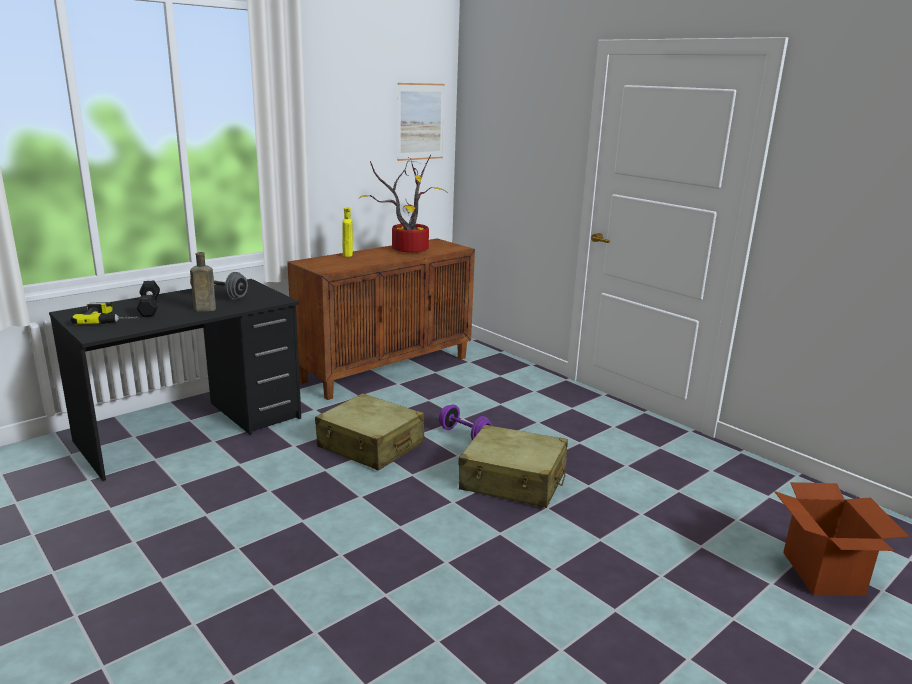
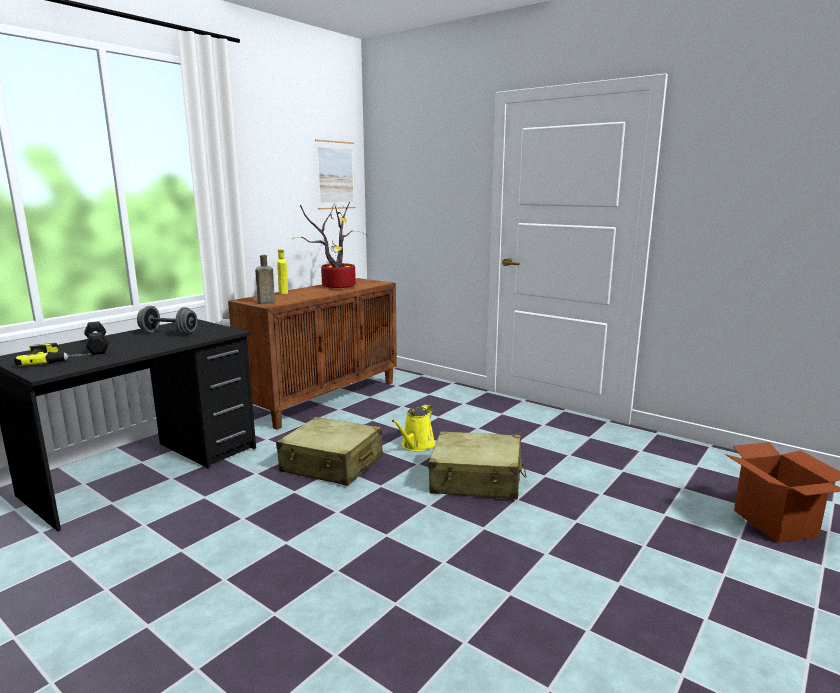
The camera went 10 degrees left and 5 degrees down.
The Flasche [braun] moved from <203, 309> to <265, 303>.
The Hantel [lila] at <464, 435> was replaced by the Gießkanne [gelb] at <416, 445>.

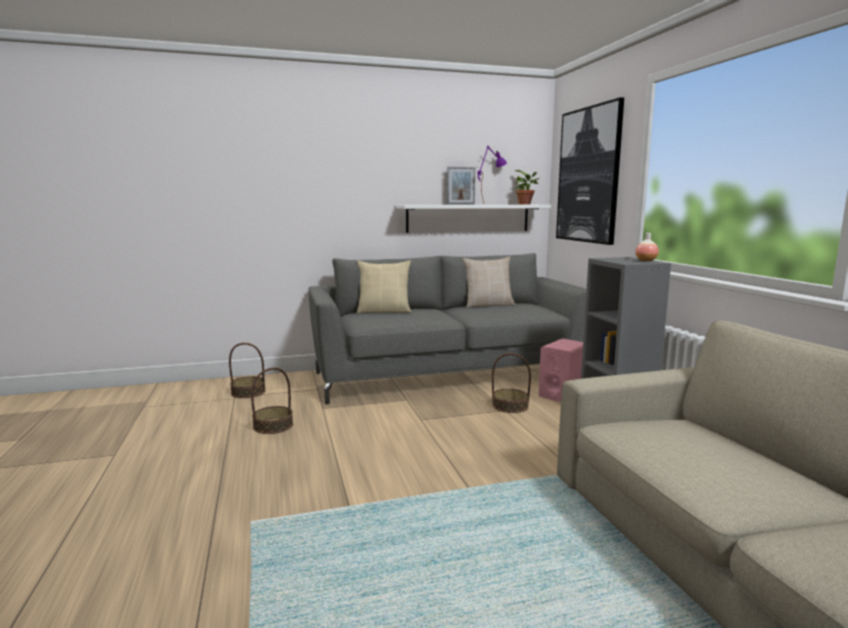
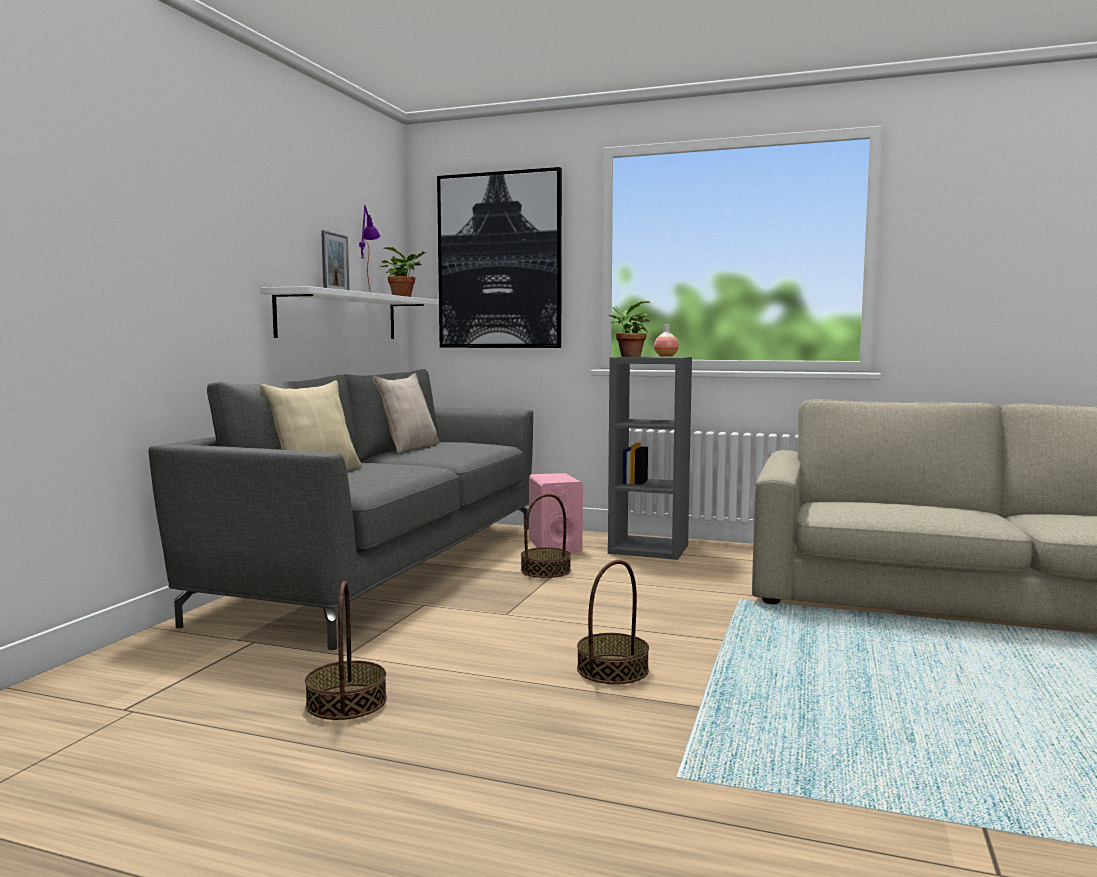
The camera went 55 degrees left and 5 degrees down.
The Topfpflanze at <628, 356> appeared.
The Korb moved from <248, 392> to <612, 669>.

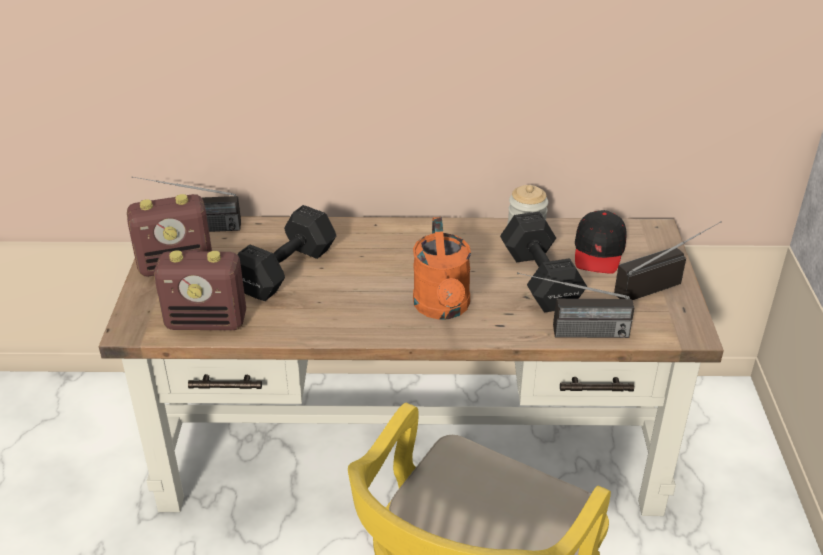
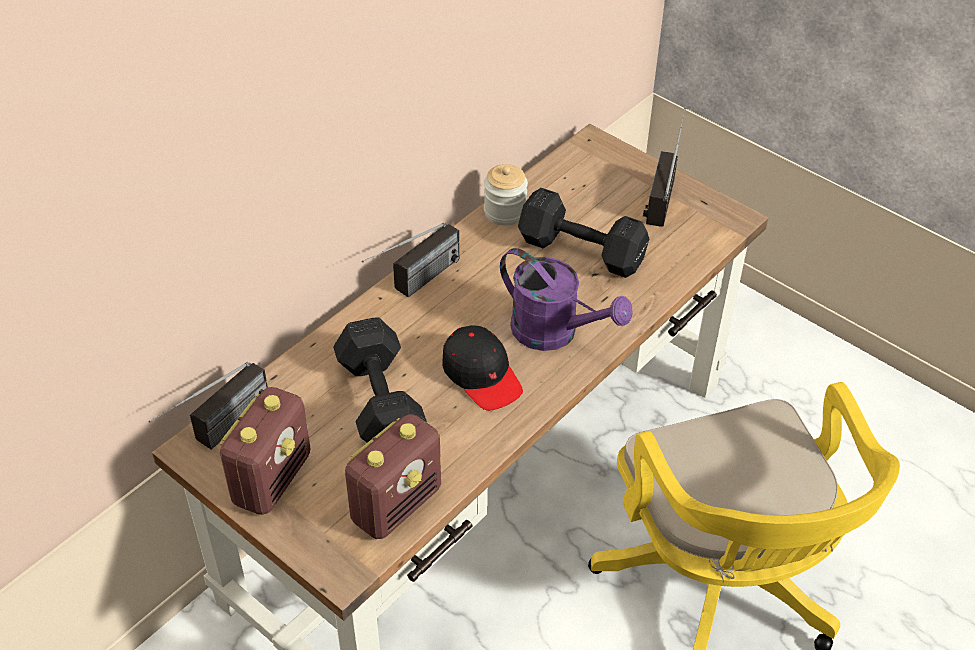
The camera went 50 degrees left and 10 degrees up.
The Radio moved from <570, 333> to <415, 285>.
The Kappe [schwarz] moved from <599, 251> to <482, 375>.
The Gießkanne [orange] at <443, 308> became the Gießkanne [lila] at <555, 333>.

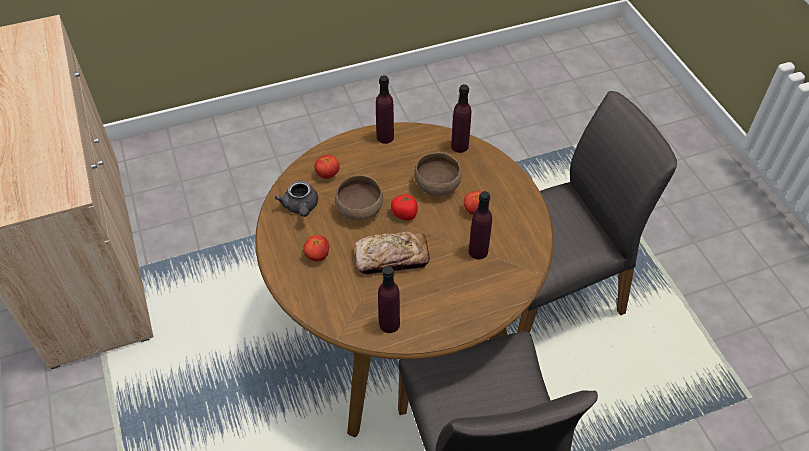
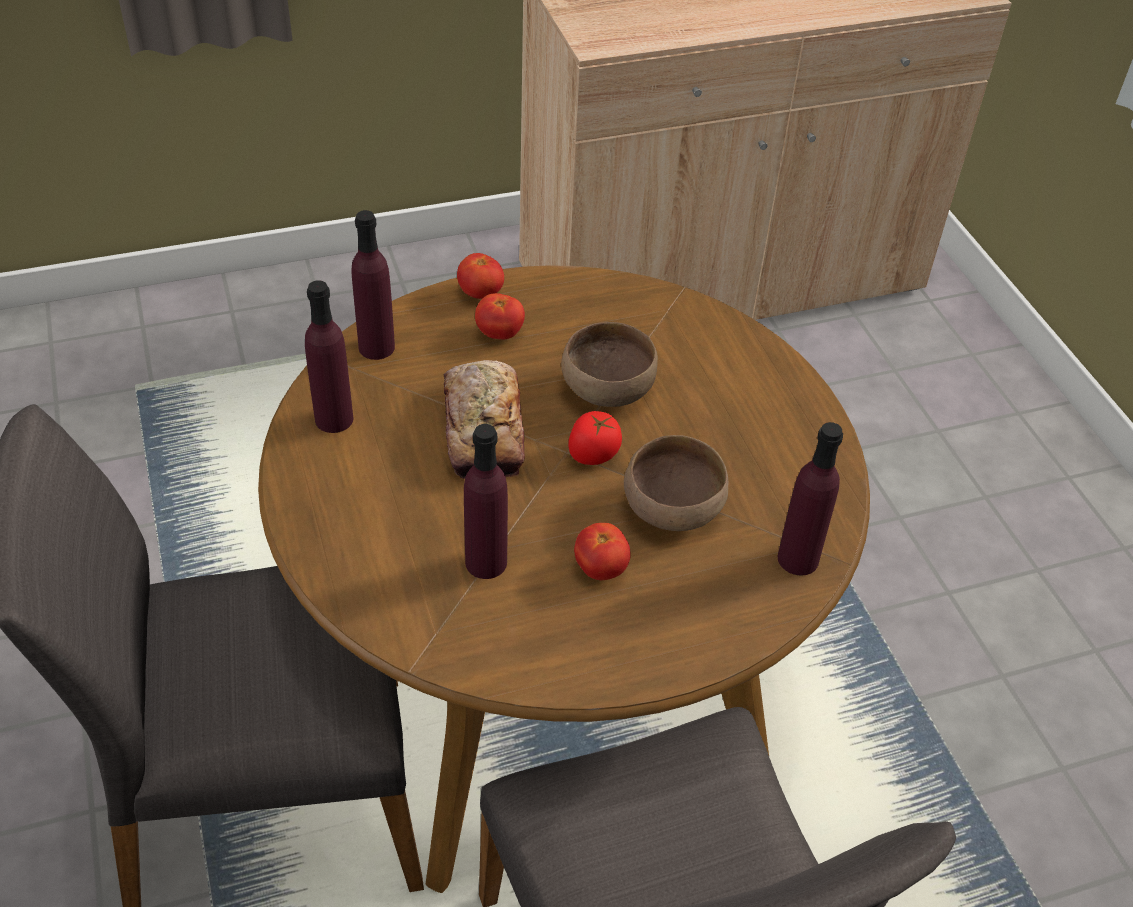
The camera went 90 degrees right and 5 degrees down.
The Teekanne [grau] at <301, 207> disappeared.
The Tomate moved from <327, 174> to <480, 294>.
The Flasche [lila] moved from <385, 137> to <376, 347>.

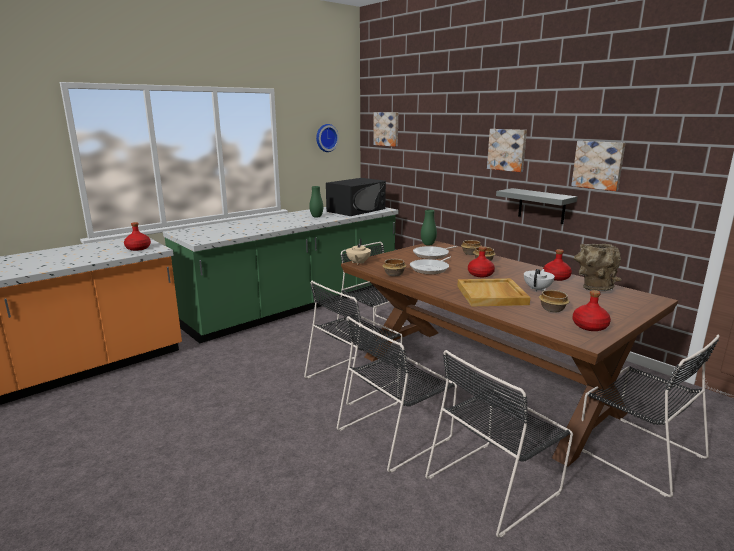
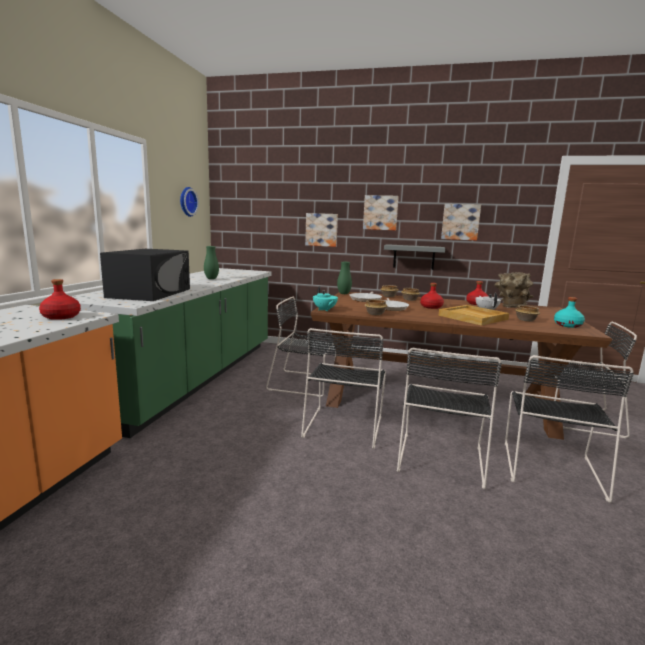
The camera went 35 degrees left and 5 degrees down.
The Mikrowelle [schwarz] moved from <356, 210> to <150, 293>.
The Bild moved from <387, 129> to <321, 229>.
The Teekanne [beige] at <358, 263> became the Teekanne [türkis] at <324, 310>.
The Flasche [rot] at <590, 326> became the Flasche [türkis] at <568, 325>.

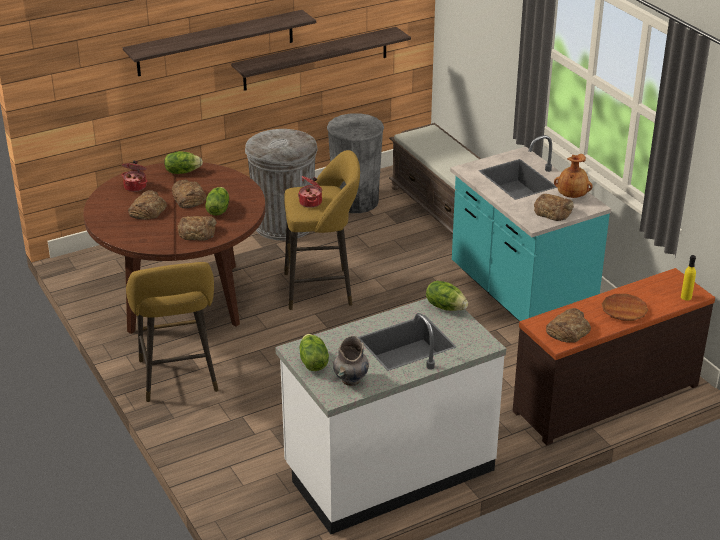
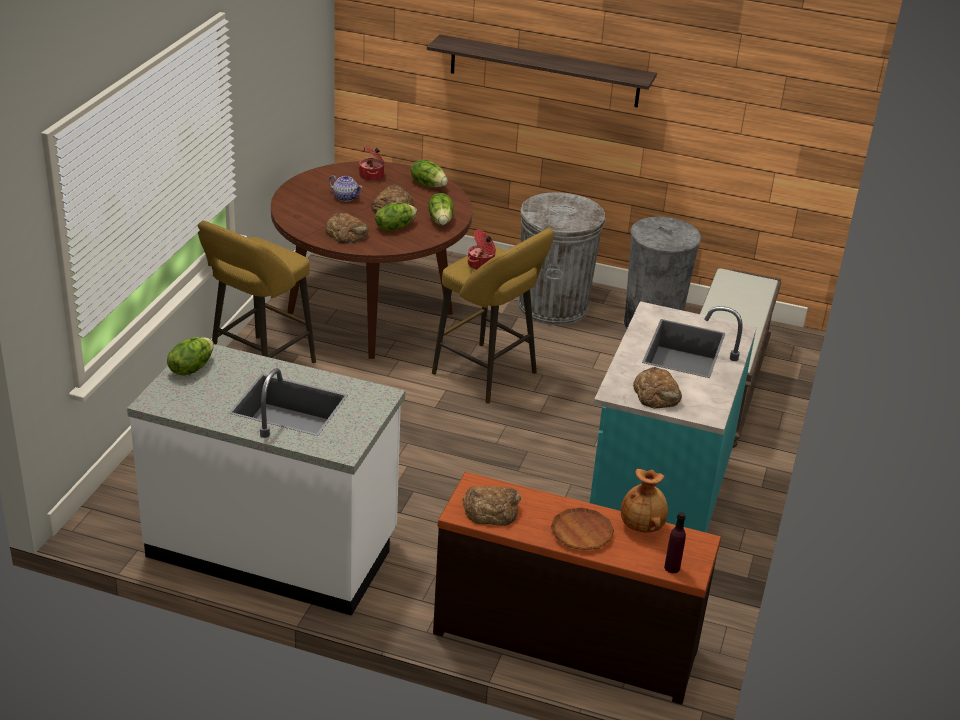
The camera went 45 degrees right and 0 degrees up.
The Wandregal at <316, 58> disappeared.
The Vase [grau] at <350, 380> disappeared.
The Salatkopf moved from <445, 306> to <441, 220>.
The Vase [braun] moved from <572, 195> to <642, 526>.
The Brot at <147, 210> was replaced by the Teekanne at <345, 197>.
The Flasche [gelb] at <686, 297> became the Flasche [lila] at <672, 568>.

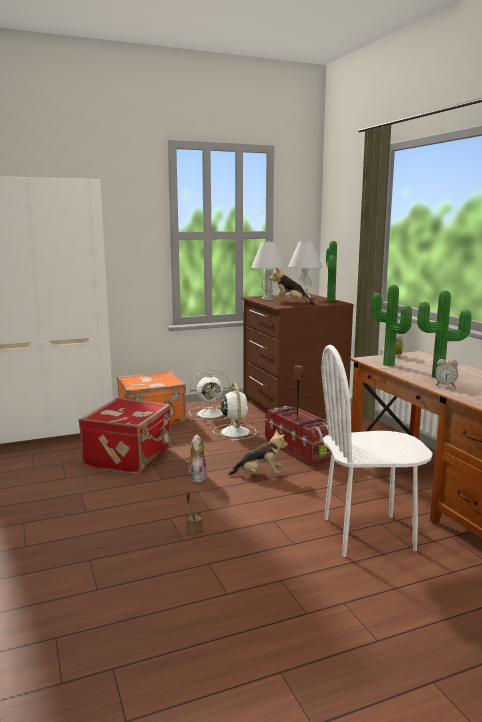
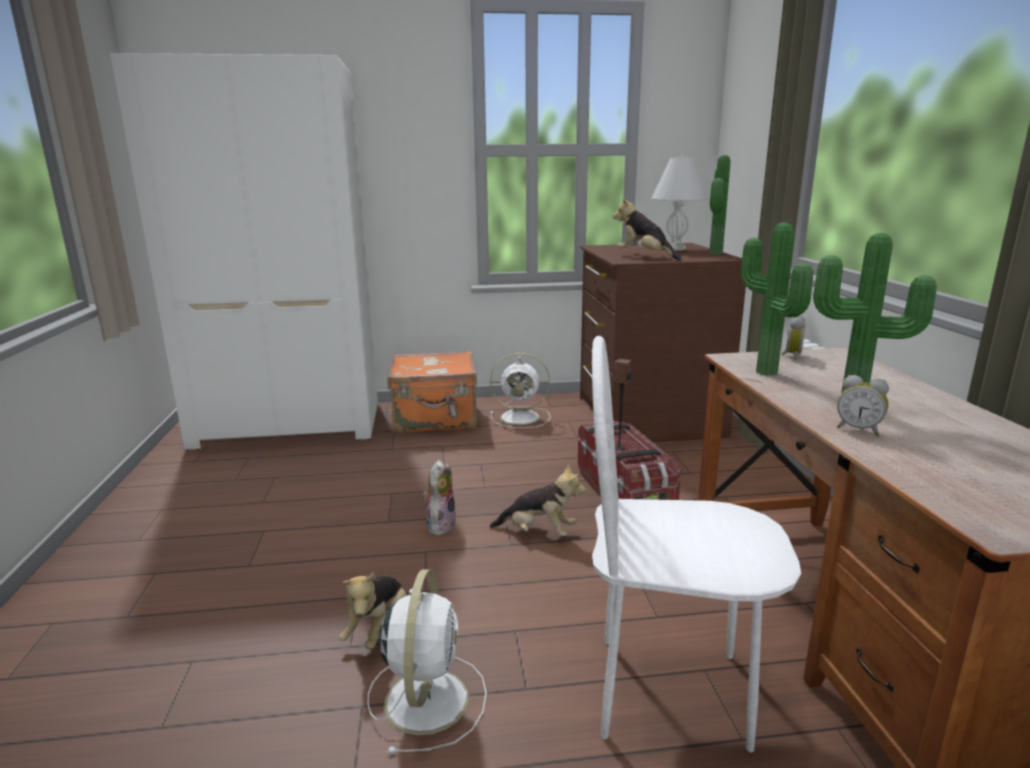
The camera went 15 degrees right and 5 degrees up.
The Koffer [rot] at <130, 457> disappeared.
The Tischlampe [weiß] at <267, 299> disappeared.
The Ventilator [weiß] moved from <235, 431> to <427, 697>.
The Topfpflanze at <193, 530> was replaced by the Plüschtier at <378, 628>.

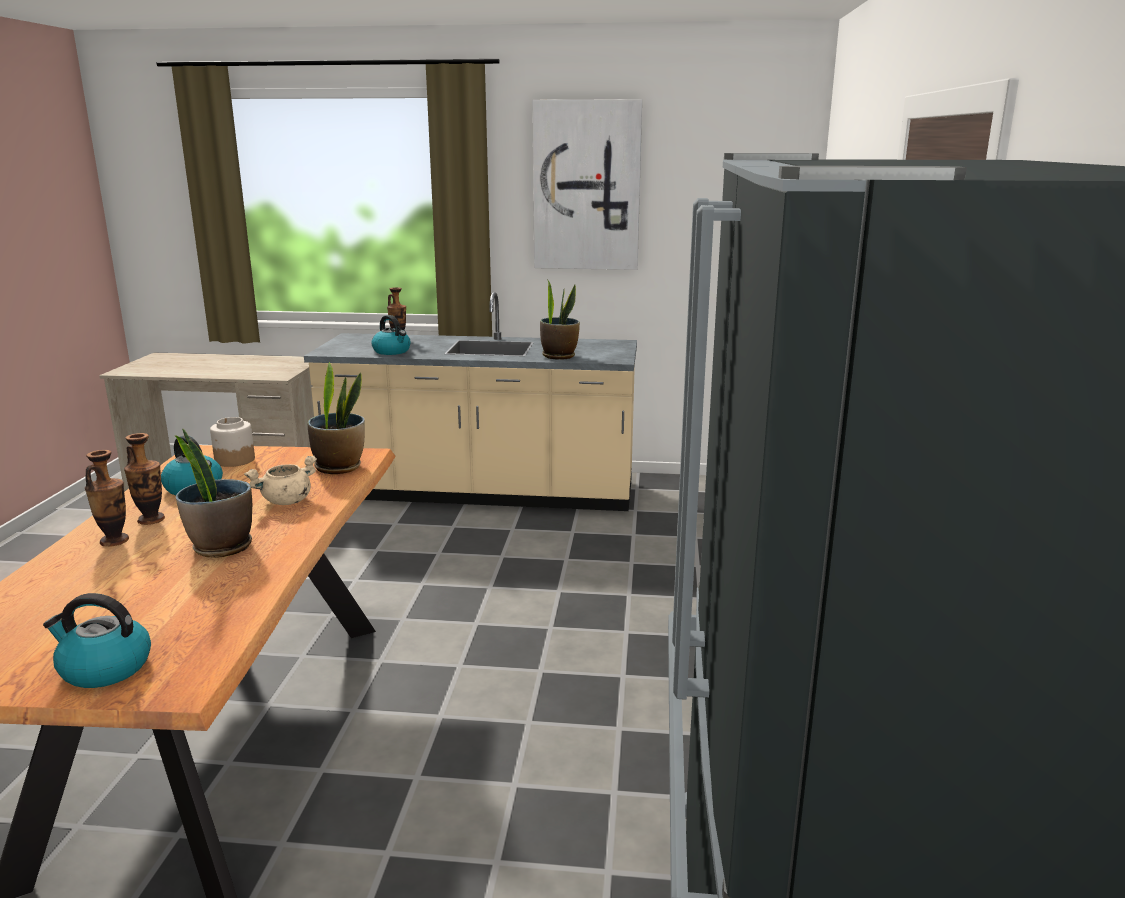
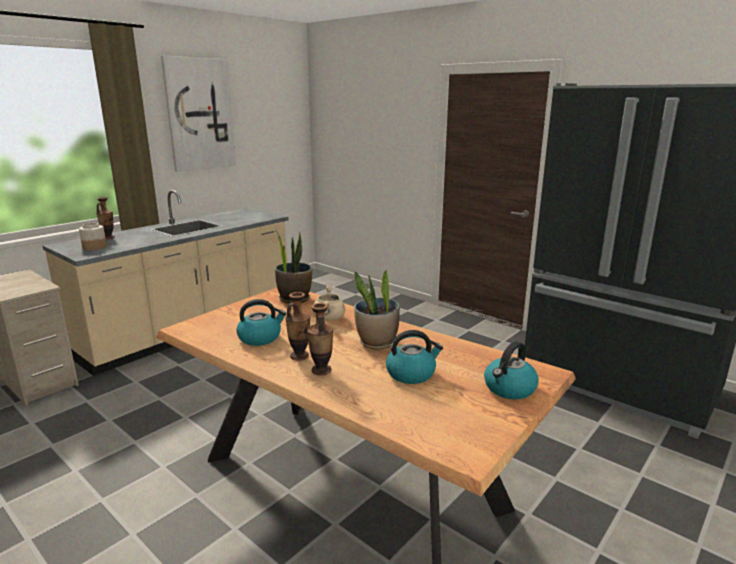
The camera went 55 degrees left and 0 degrees up.
The Topfpflanze at <559, 356> disappeared.
The Vorratsglas moved from <234, 460> to <94, 247>.
The Wasserkessel moved from <392, 351> to <411, 373>.

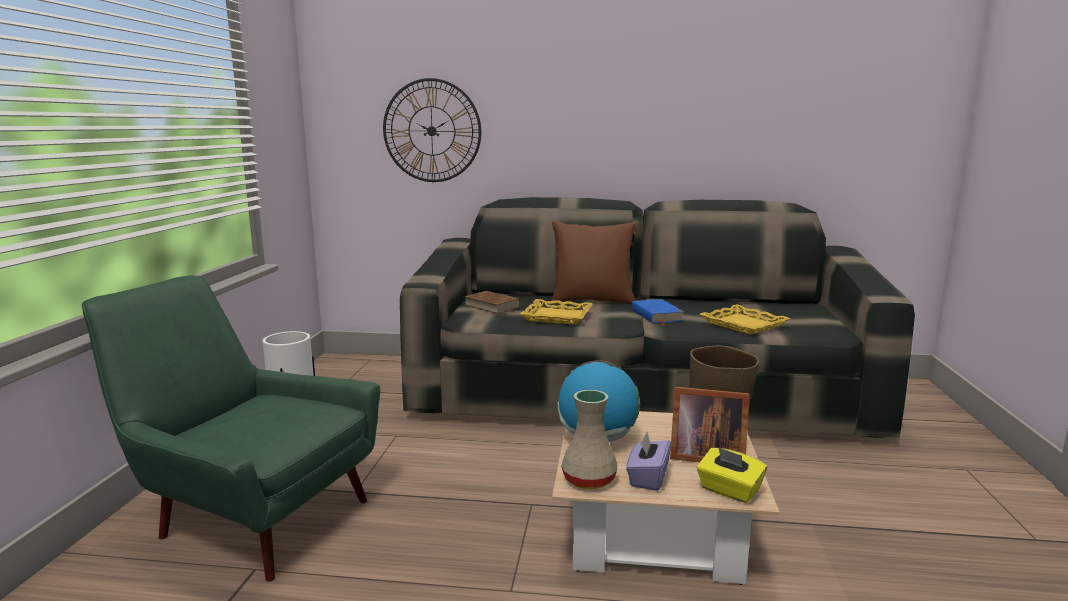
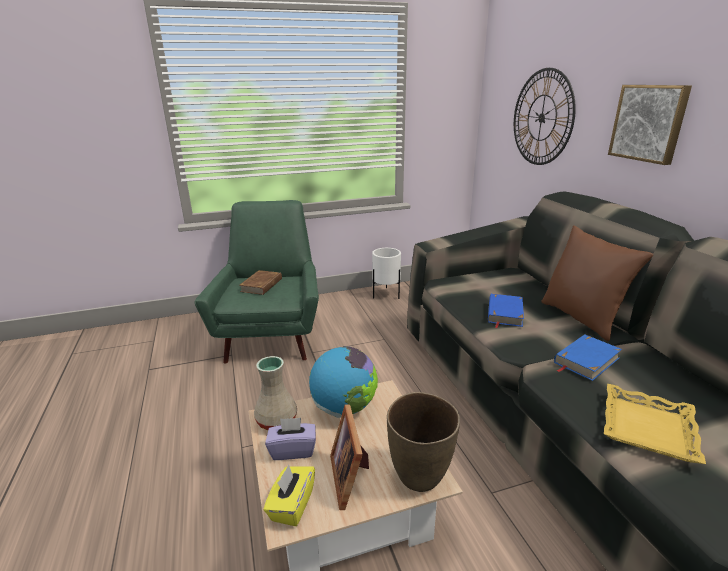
The camera went 65 degrees right and 10 degrees up.
The Bild at <649, 123> appeared.
The Buch [braun] moved from <492, 305> to <262, 285>.
The Tablett [gelb] at <556, 317> was replaced by the Buch [blau] at <504, 313>.

